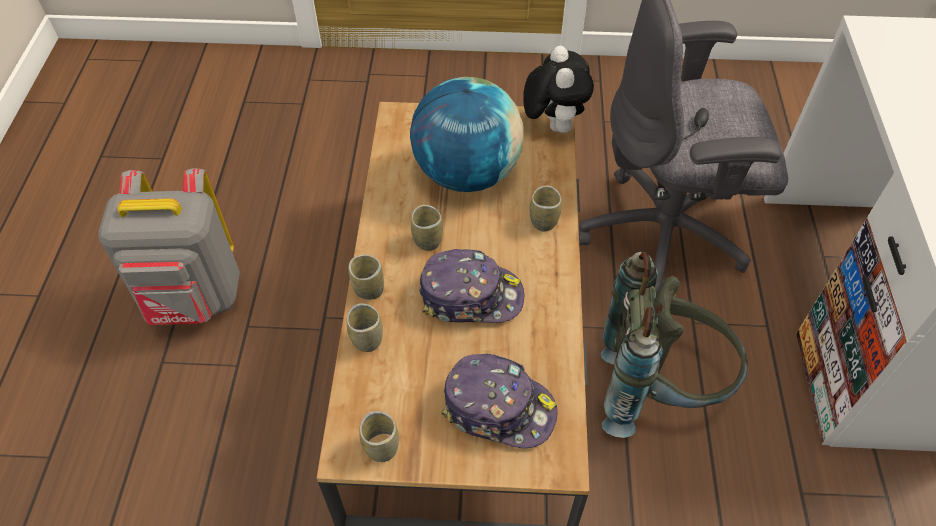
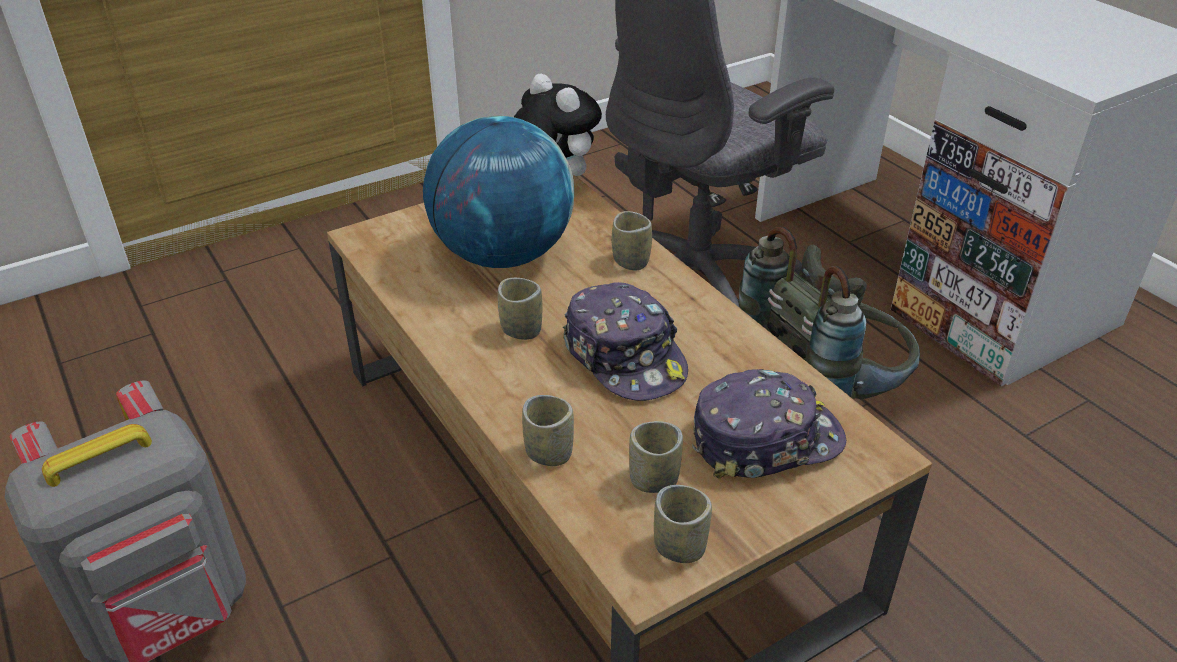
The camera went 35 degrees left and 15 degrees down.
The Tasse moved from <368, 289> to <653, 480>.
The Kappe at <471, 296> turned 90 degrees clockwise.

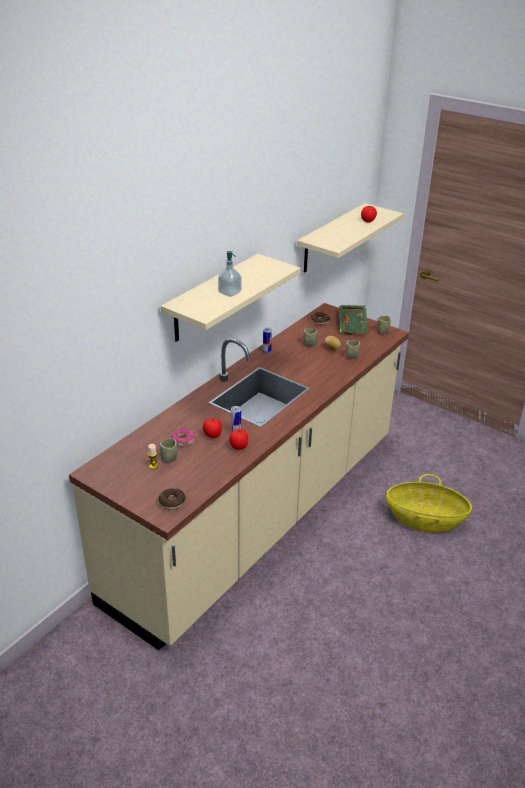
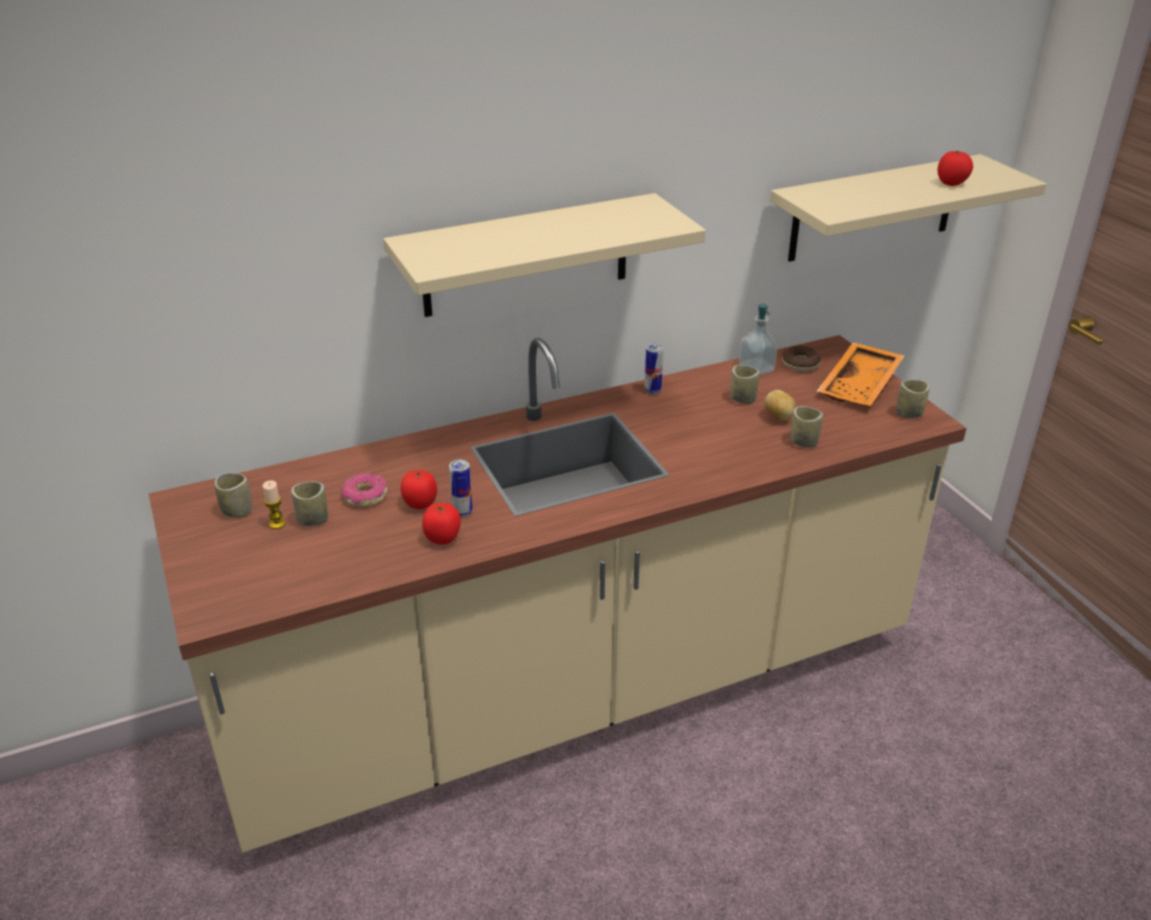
The camera went 30 degrees right and 0 degrees up.
The Donut at <172, 502> disappeared.
The Korb at <425, 519> disappeared.
The Tasse at <237, 511> appeared.
The Seifenspender moved from <229, 292> to <756, 369>.
The Tablett [grün] at <353, 325> became the Tablett [orange] at <861, 386>.

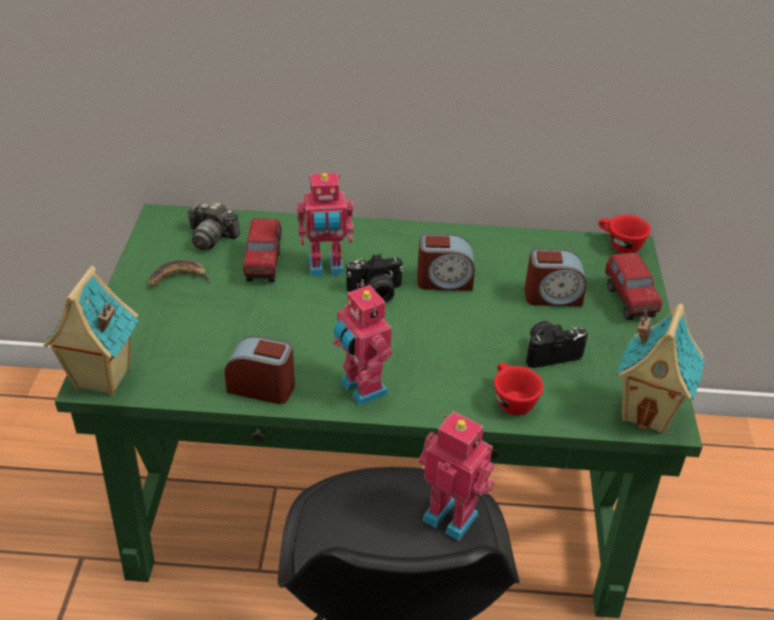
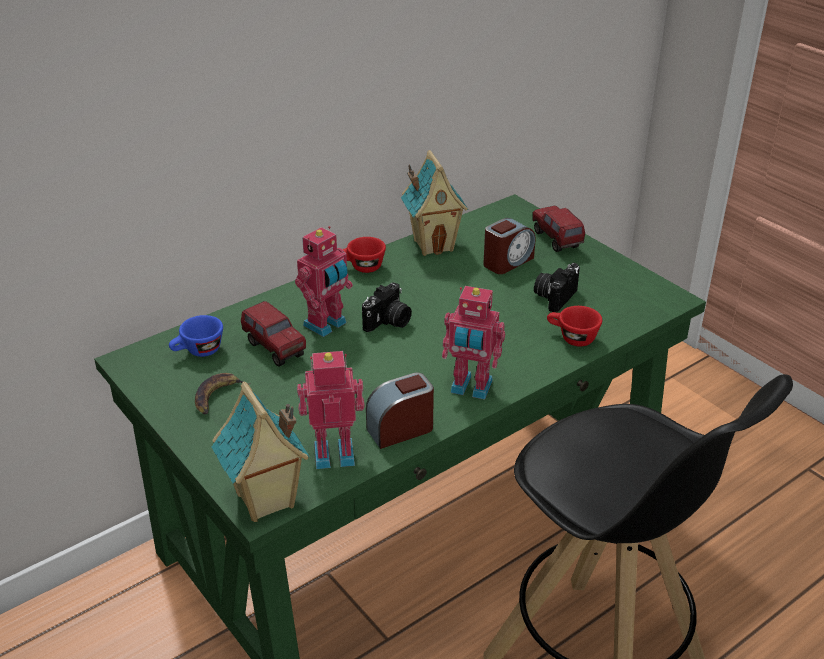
The camera went 40 degrees left and 5 degrees down.
The Wecker at <444, 281> disappeared.
The Spielzeugroboter moved from <452, 515> to <334, 453>.
The Tasse [rot] moved from <619, 244> to <361, 267>.
The Spielzeughaus moved from <648, 412> to <433, 245>.
The Kamera at <211, 237> was replaced by the Tasse [blau] at <198, 352>.
The Spielzeuglaster at <629, 301> turned 150 degrees counterclockwise.

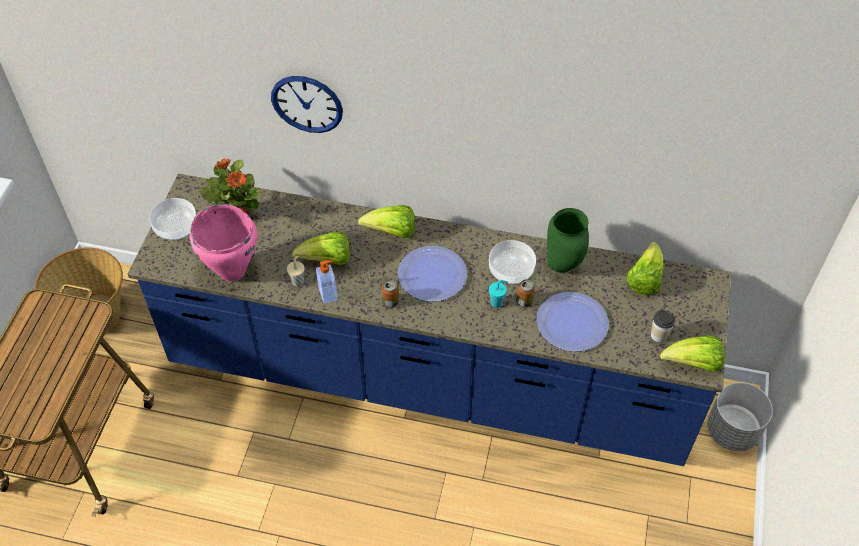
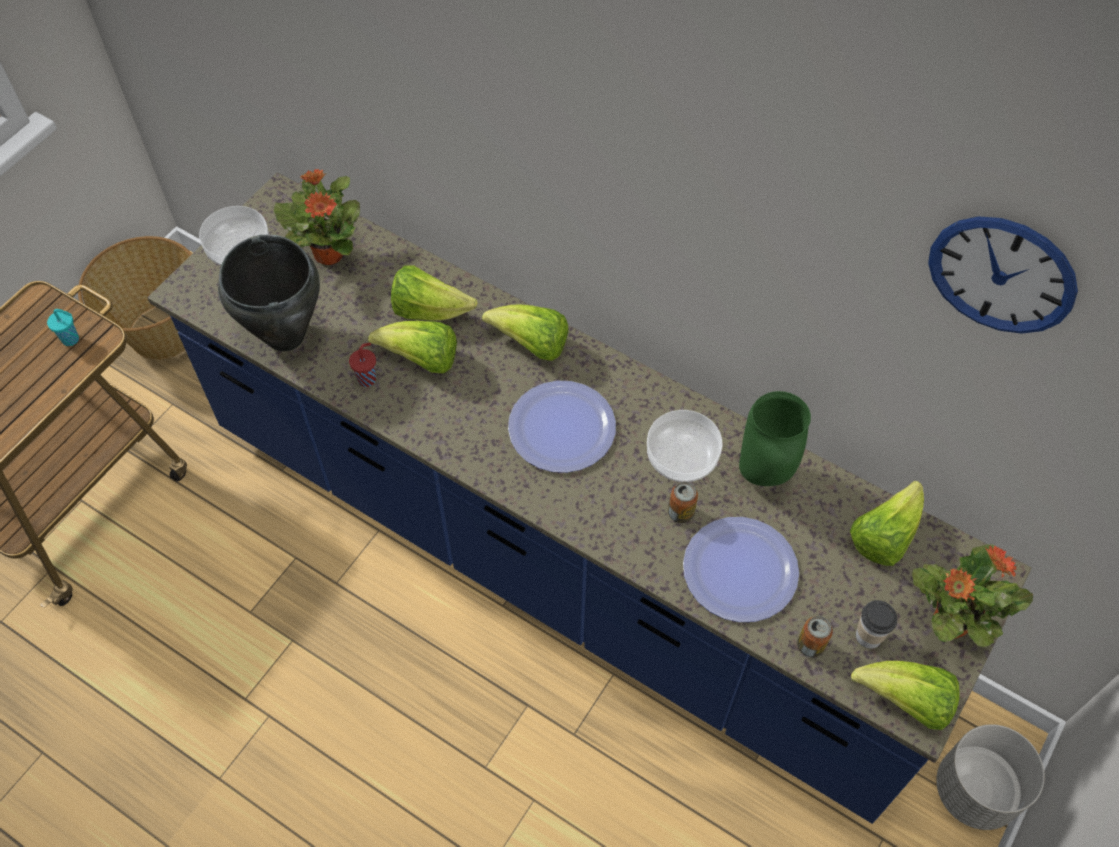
The camera went 20 degrees right and 5 degrees up.
The Seifenspender at <329, 294> disappeared.
The Salatkopf at <429, 310> appeared.
The Topfpflanze at <949, 622> appeared.
The Wanduhr moved from <307, 104> to <1001, 274>.
The Dose moved from <390, 302> to <810, 645>.
The Tasse [türkis] moved from <497, 302> to <72, 339>.
The Kochtopf [rosa] at <232, 271> became the Kochtopf [schwarz] at <284, 336>.
The Tasse [beige] at <298, 281> became the Tasse [rot] at <367, 378>.

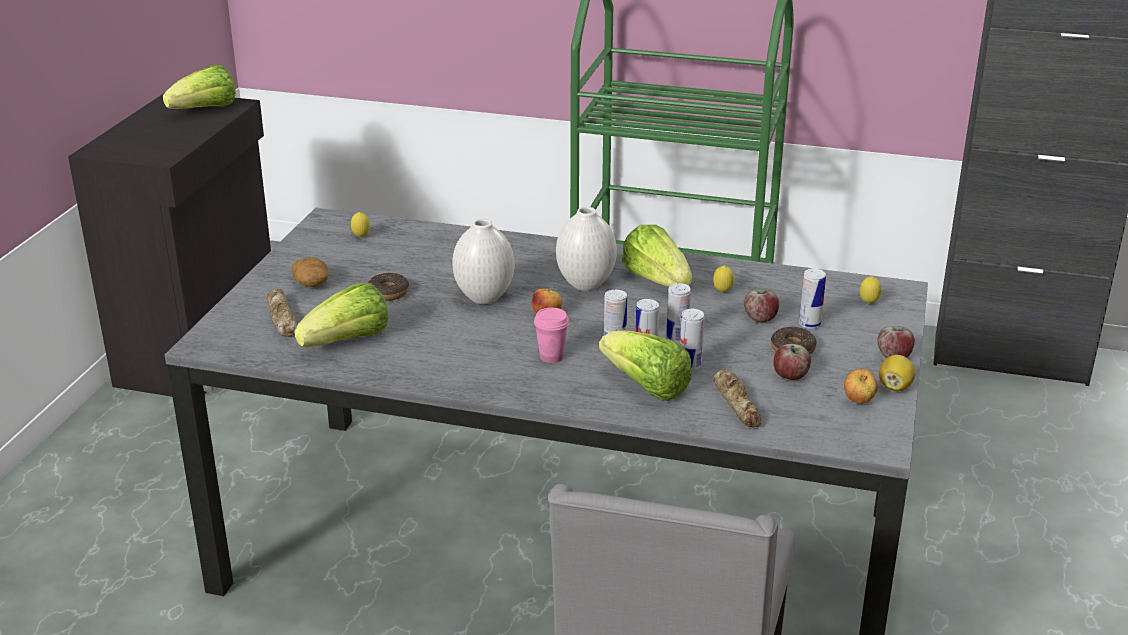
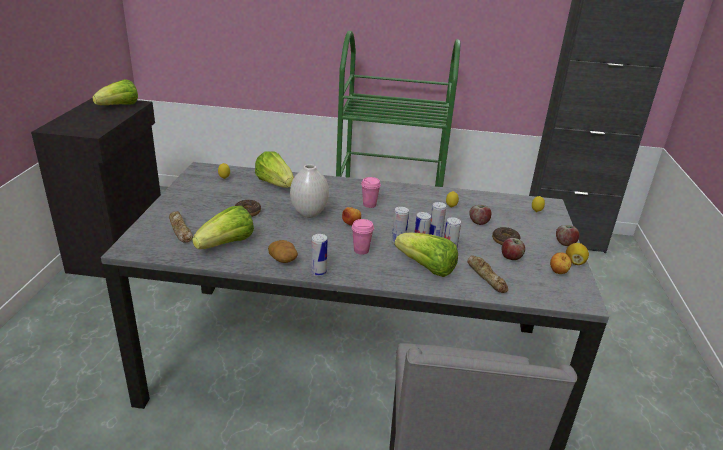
The camera went 10 degrees left and 0 degrees up.
The Kartoffel moved from <312, 283> to <283, 259>.
The Salatkopf moved from <657, 280> to <275, 184>.
The Dose moved from <809, 324> to <318, 272>.
The Vase [weiß] at <586, 285> was replaced by the Tasse [rosa] at <369, 205>.

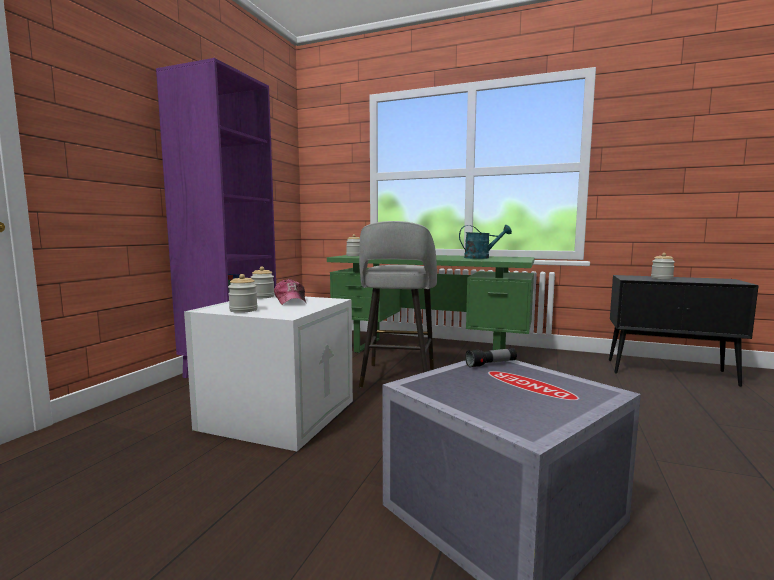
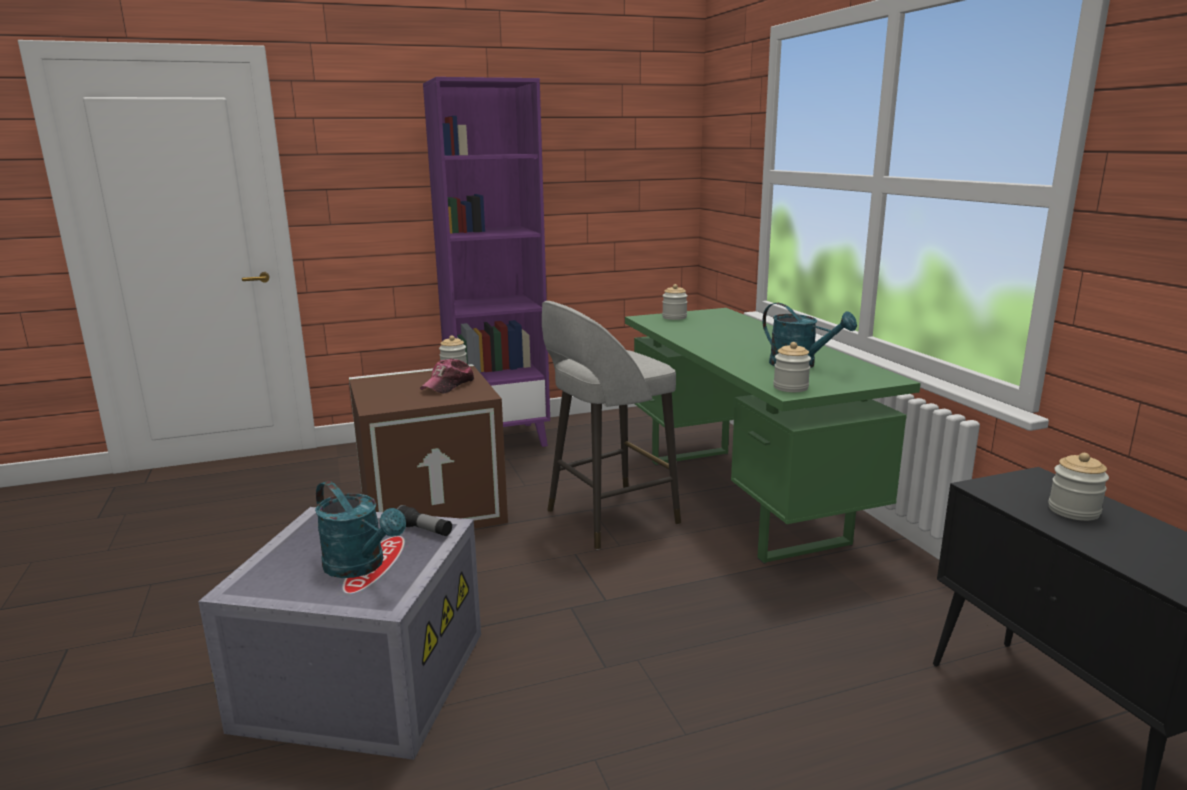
The camera went 50 degrees right and 10 degrees up.
The Gießkanne [türkis] at <361, 566> appeared.
The Vorratsglas moved from <243, 310> to <790, 387>.
The Aufbewahrungsbox [weiß] at <278, 413> became the Aufbewahrungsbox [braun] at <433, 505>.

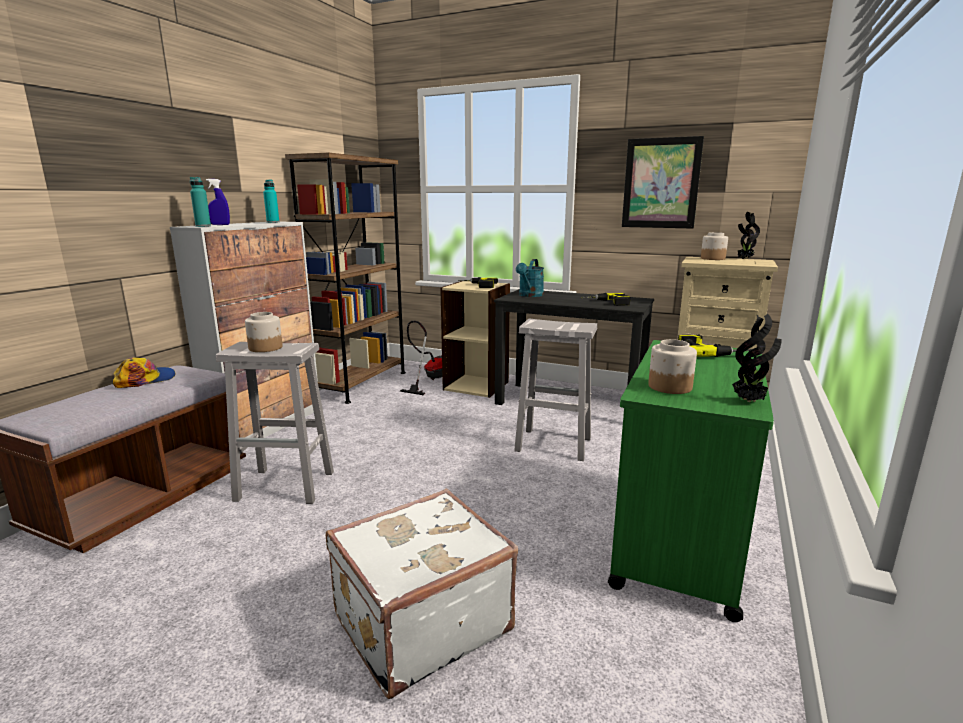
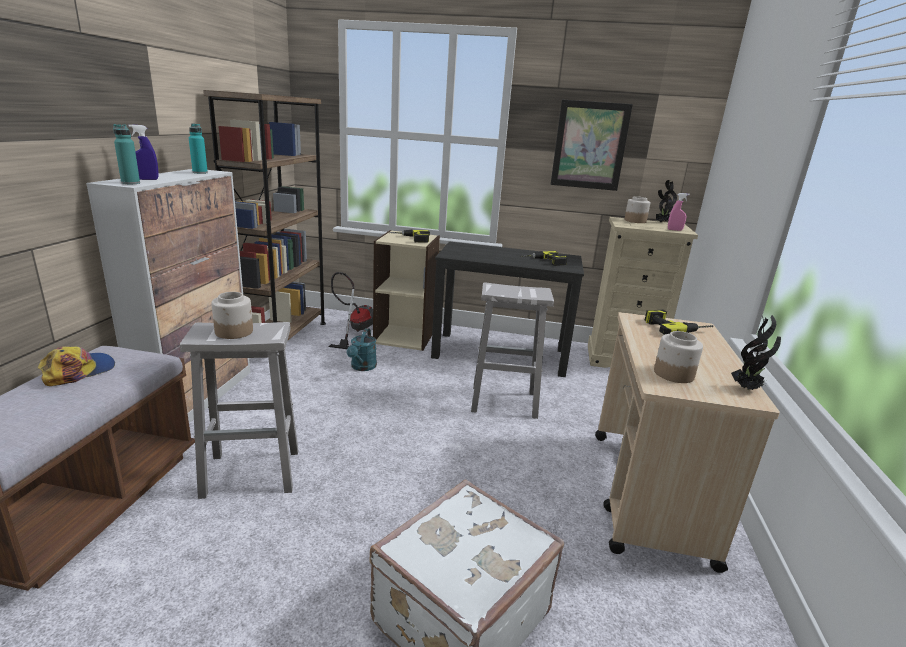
The camera went 15 degrees left and 5 degrees up.
The Sprühflasche [rosa] at <674, 230> appeared.
The Gießkanne [türkis] moved from <529, 295> to <362, 367>.
The Rollwagen [grün] at <680, 540> became the Rollwagen [beige] at <648, 495>.

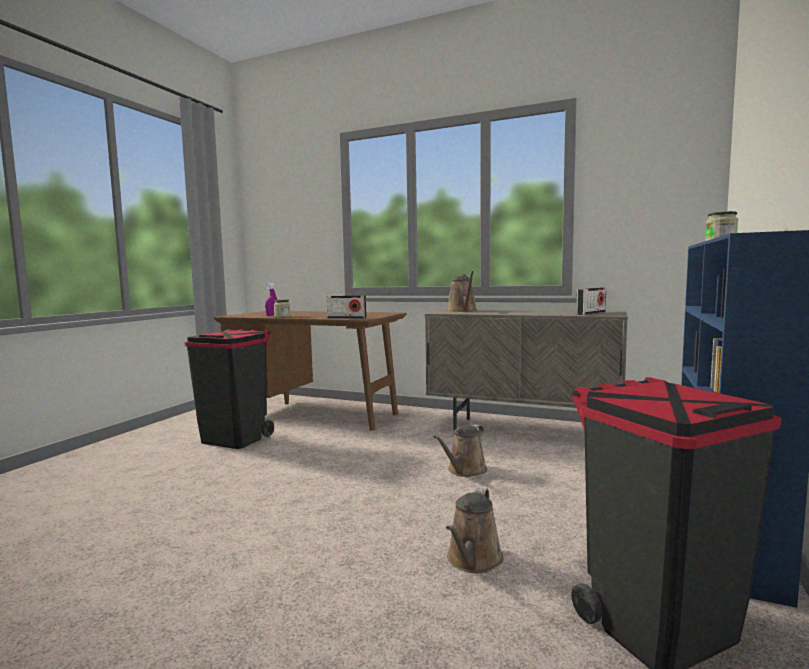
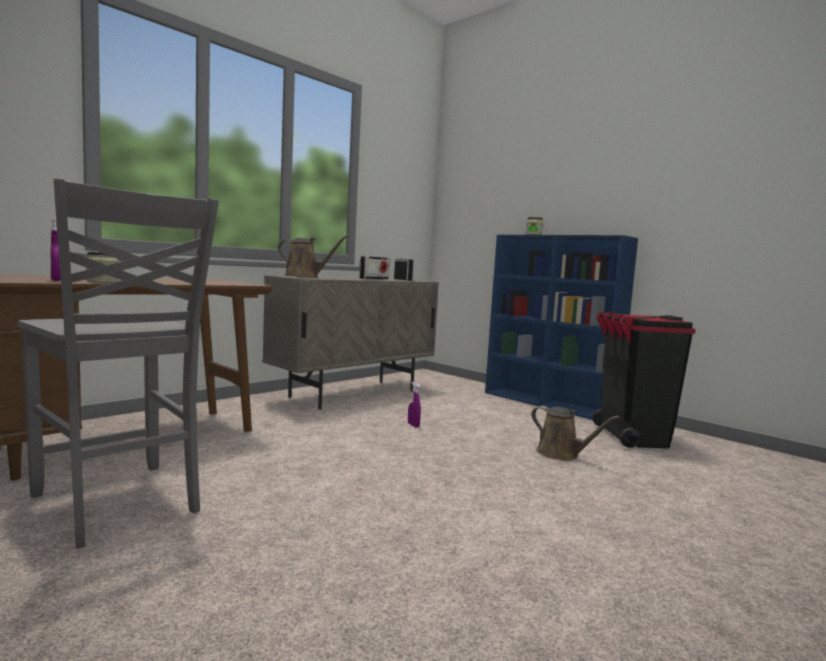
The camera went 70 degrees left and 0 degrees up.
The Radio moved from <346, 318> to <374, 279>.
The Mülleimer [schwarz] at <235, 438> was replaced by the Stuhl [grau] at <118, 504>.
The Gießkanne [braun] at <464, 470> was replaced by the Sprühflasche [lila] at <413, 425>.

